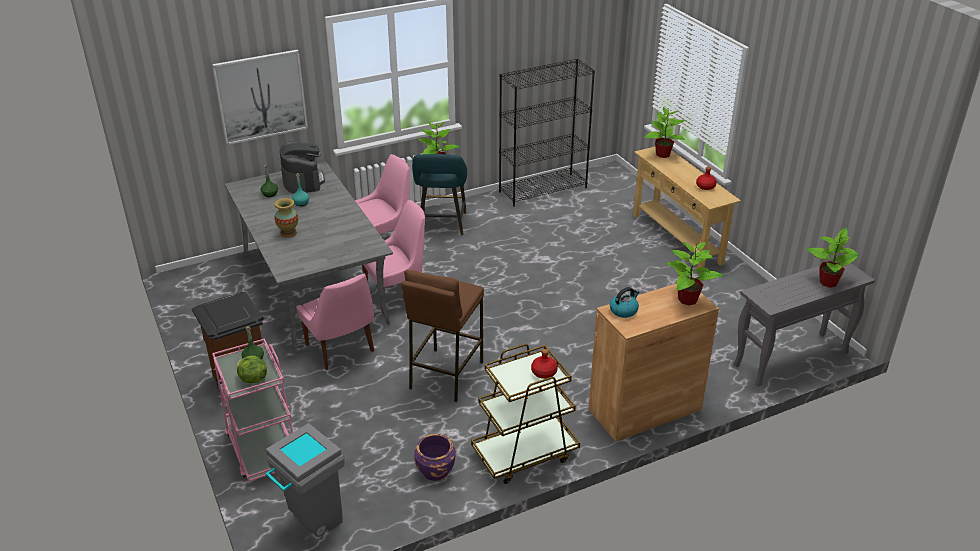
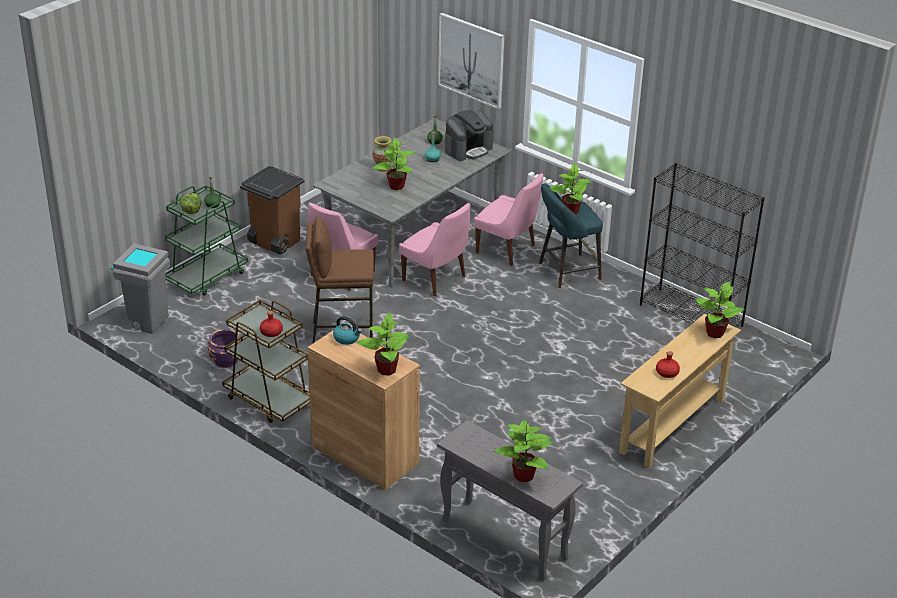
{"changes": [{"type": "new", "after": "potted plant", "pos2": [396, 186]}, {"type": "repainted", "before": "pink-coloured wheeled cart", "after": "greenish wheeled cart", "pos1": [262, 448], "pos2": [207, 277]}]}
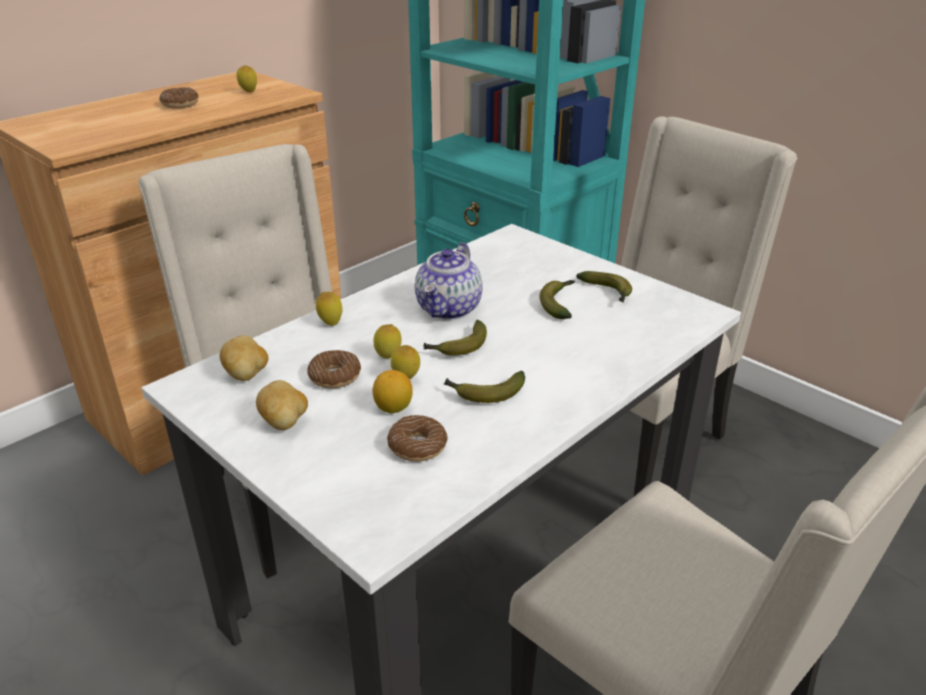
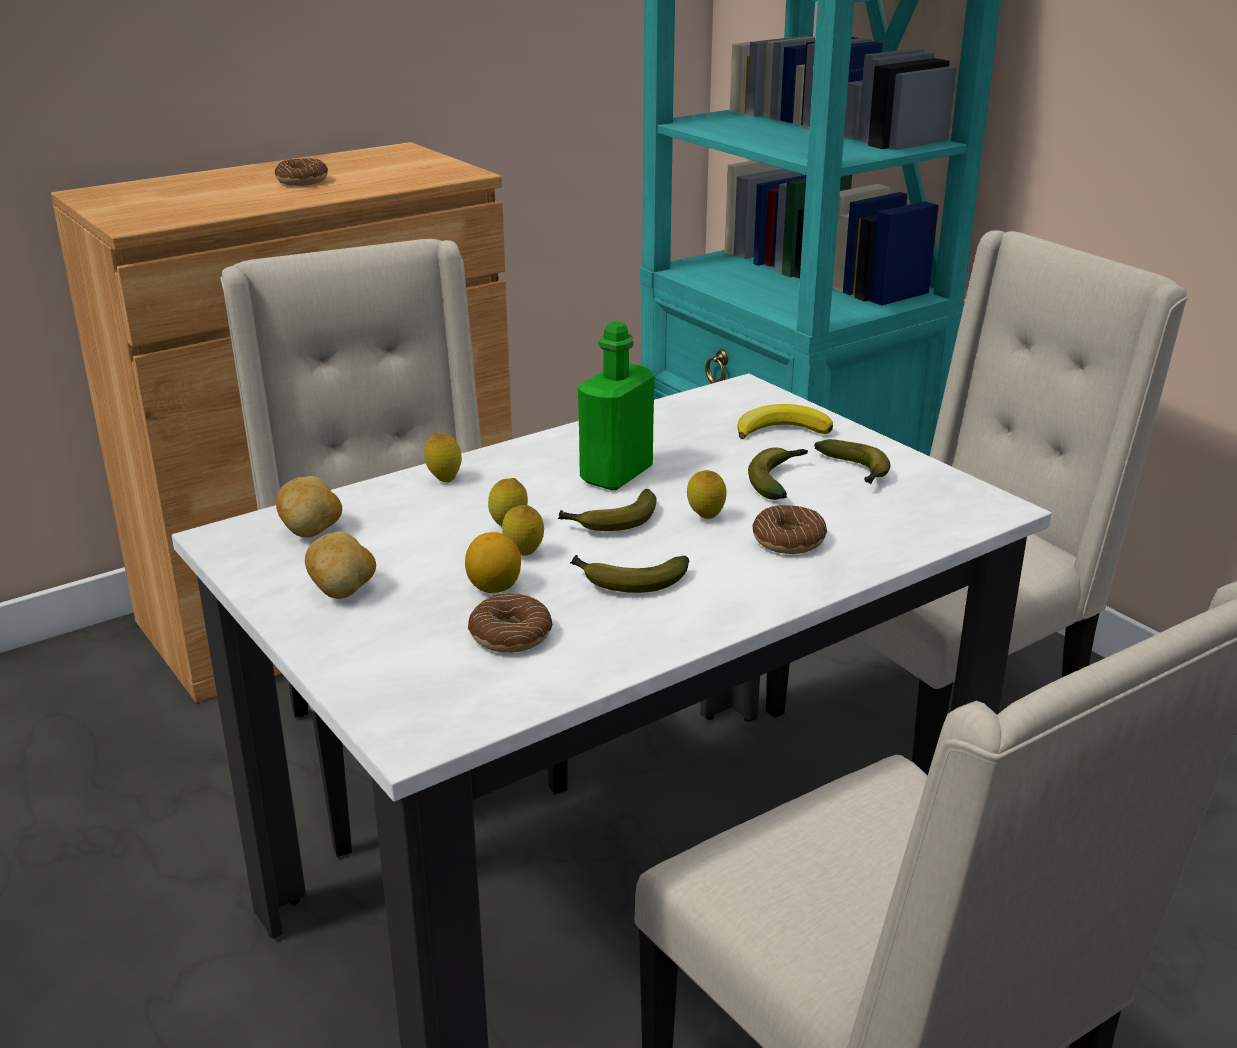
{"changes": [{"type": "new", "after": "banana fruit", "pos2": [782, 430]}, {"type": "shifted", "before": "citrus fruit", "pos1": [248, 92], "pos2": [705, 518]}, {"type": "shifted", "before": "donut", "pos1": [335, 376], "pos2": [788, 540]}, {"type": "swapped", "before": "pot for tea", "after": "greenish bottle", "pos1": [449, 309], "pos2": [616, 475]}]}
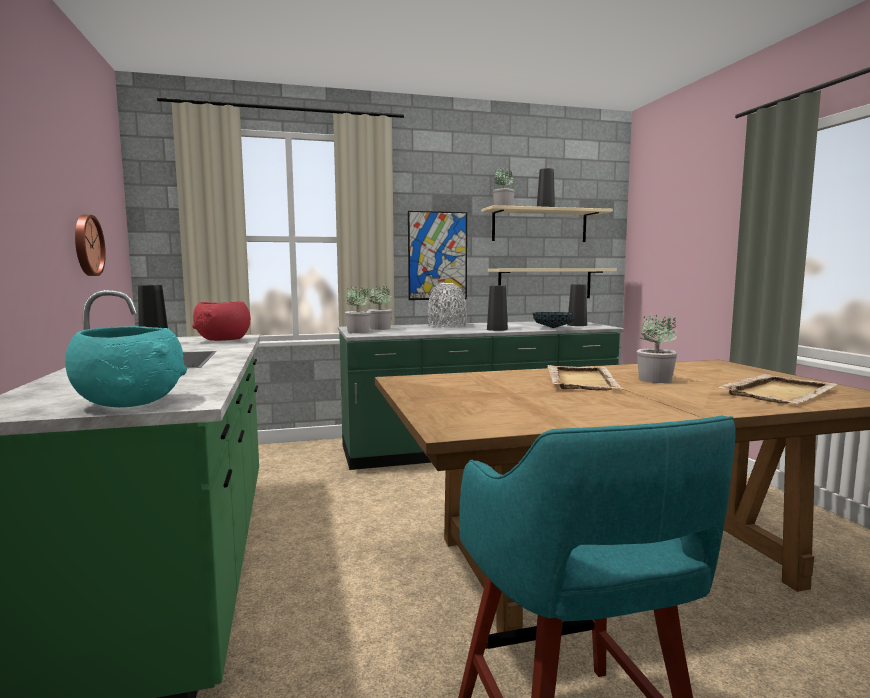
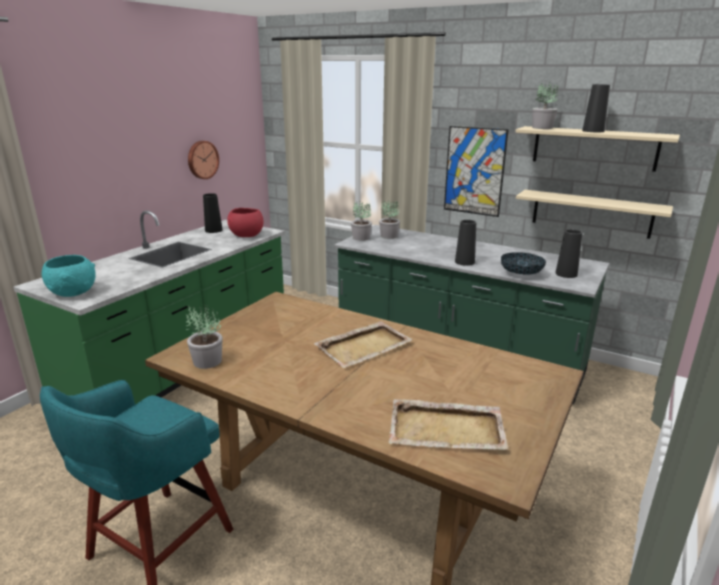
{"changes": [{"type": "gone", "before": "gray vase", "pos1": [447, 325]}, {"type": "shifted", "before": "potted plant", "pos1": [655, 380], "pos2": [206, 361]}]}
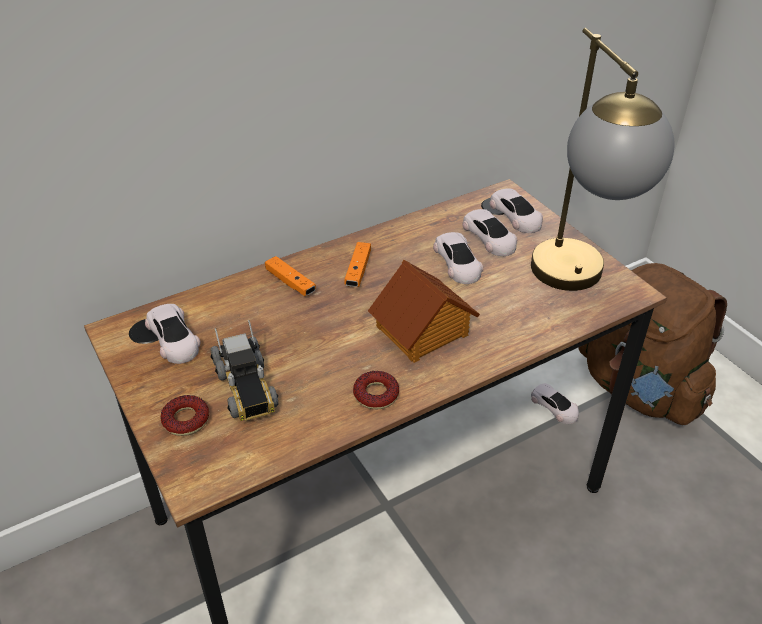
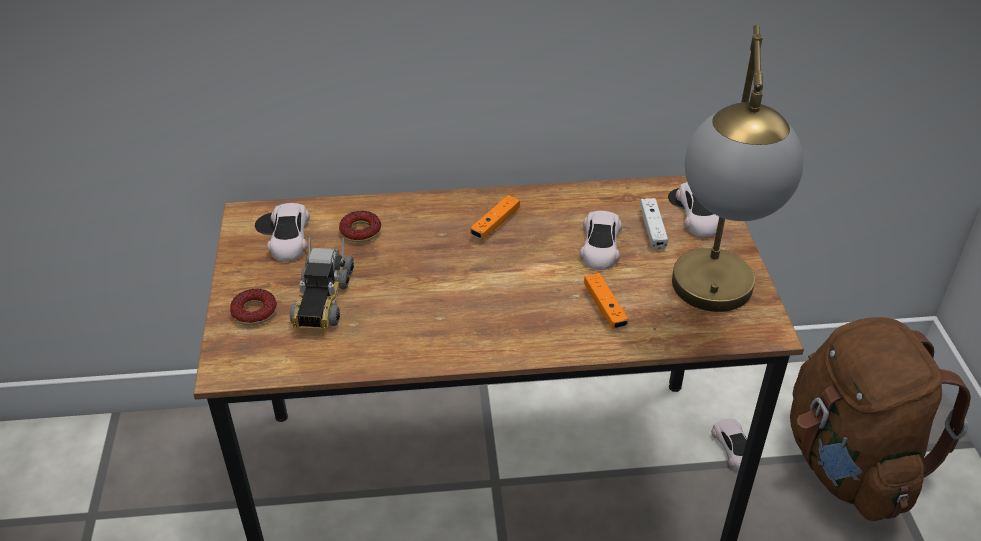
{"changes": [{"type": "gone", "before": "miniature house", "pos1": [422, 331]}, {"type": "shifted", "before": "orangey game controller", "pos1": [290, 282], "pos2": [604, 307]}, {"type": "shifted", "before": "donut", "pos1": [376, 394], "pos2": [360, 231]}, {"type": "swapped", "before": "white miniature car", "after": "white game controller", "pos1": [490, 237], "pos2": [652, 229]}]}
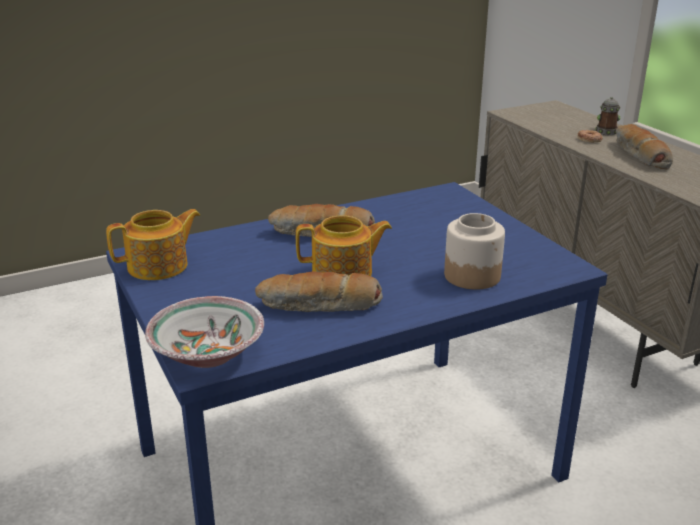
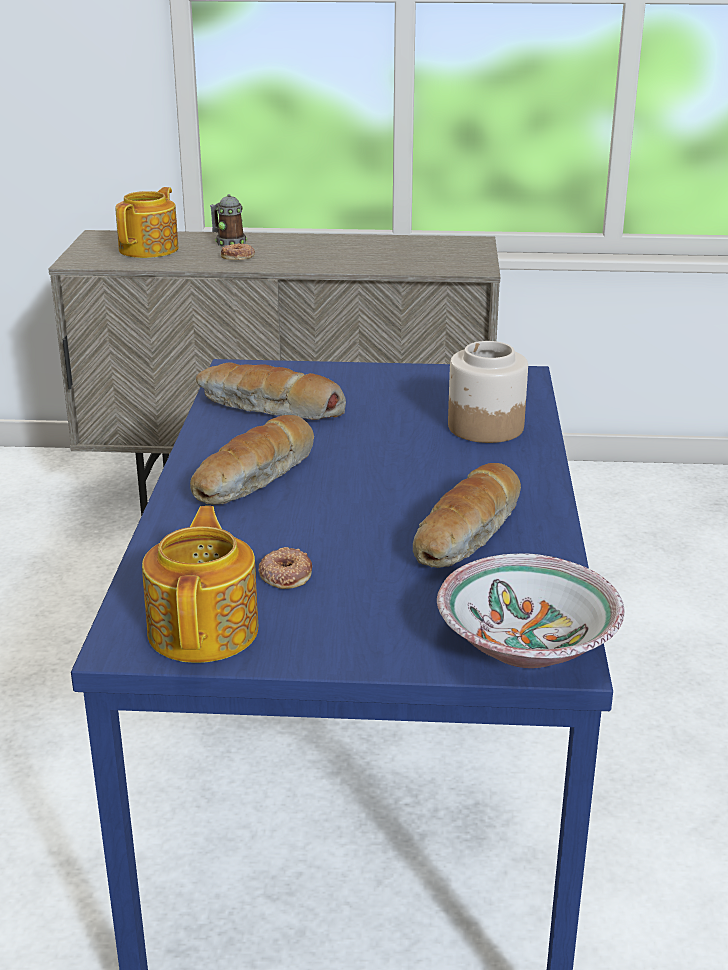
{"changes": [{"type": "new", "after": "donut", "pos2": [285, 574]}, {"type": "shifted", "before": "pot for tea", "pos1": [343, 273], "pos2": [150, 249]}, {"type": "shifted", "before": "bread", "pos1": [639, 155], "pos2": [269, 409]}]}
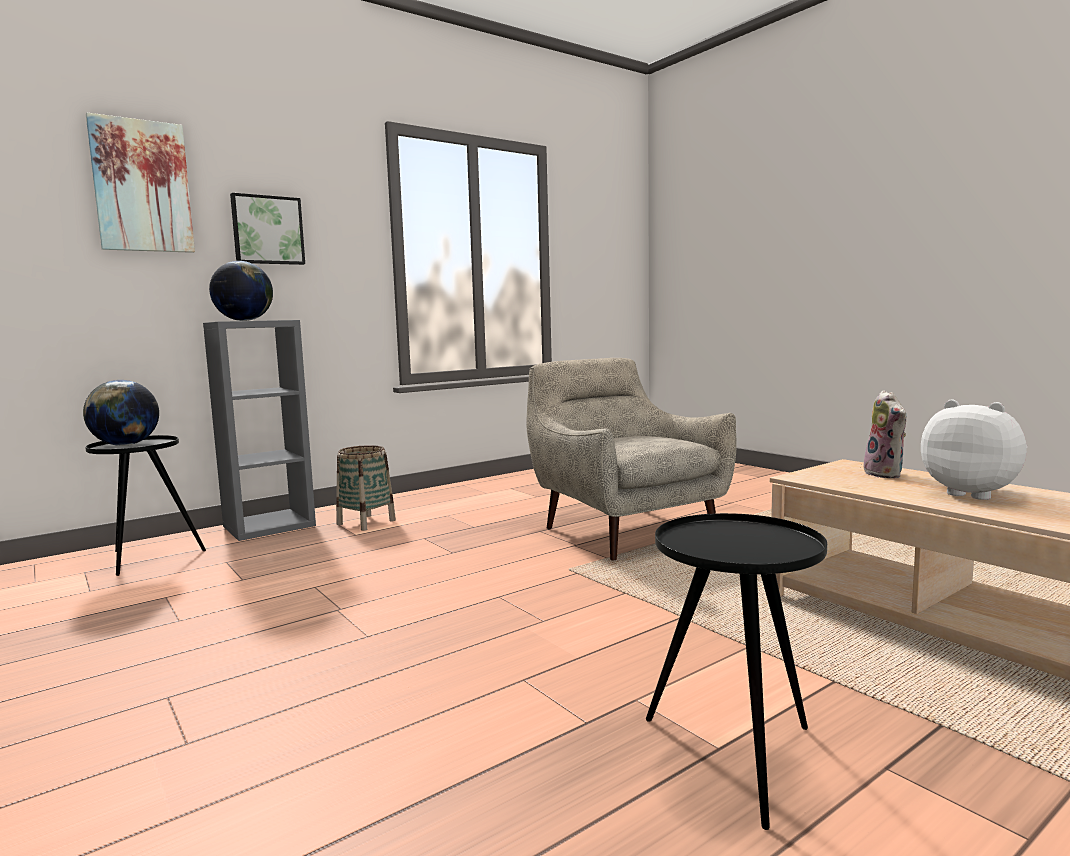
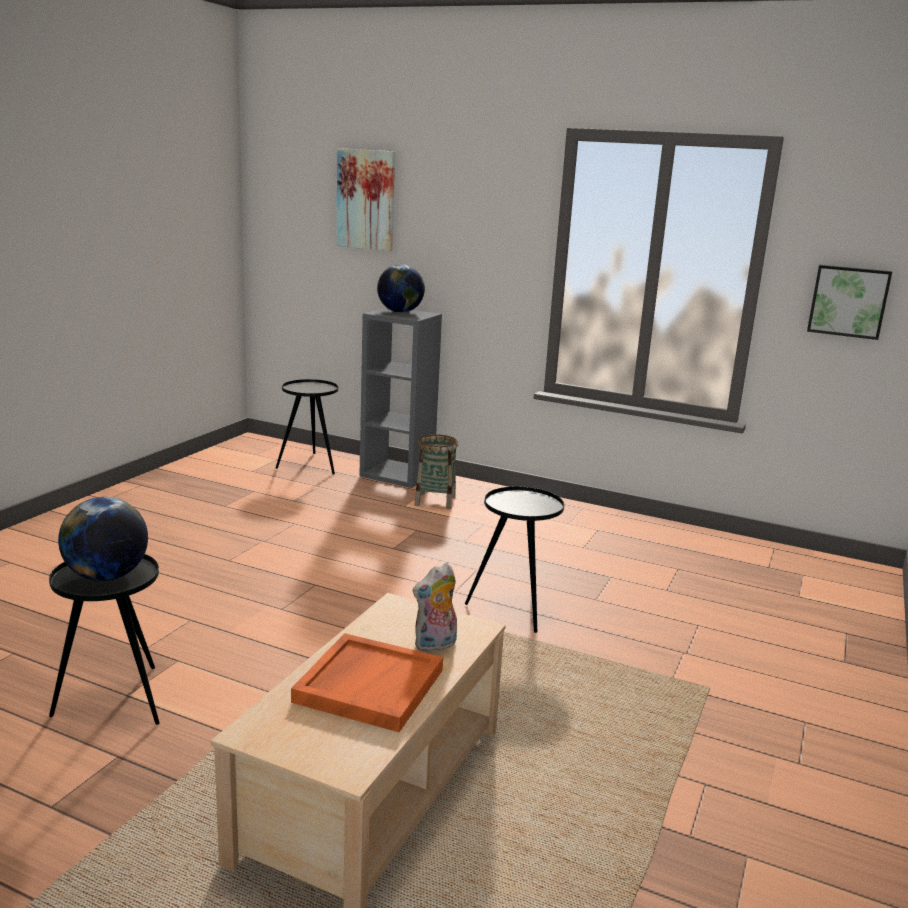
{"changes": [{"type": "shifted", "before": "desk globe", "pos1": [125, 445], "pos2": [106, 576]}, {"type": "shifted", "before": "wall art", "pos1": [267, 230], "pos2": [848, 301]}, {"type": "swapped", "before": "beige-coloured lounge chair", "after": "black end table", "pos1": [624, 530], "pos2": [515, 606]}, {"type": "swapped", "before": "cuddly toy", "after": "orangey serving tray", "pos1": [972, 493], "pos2": [369, 685]}]}
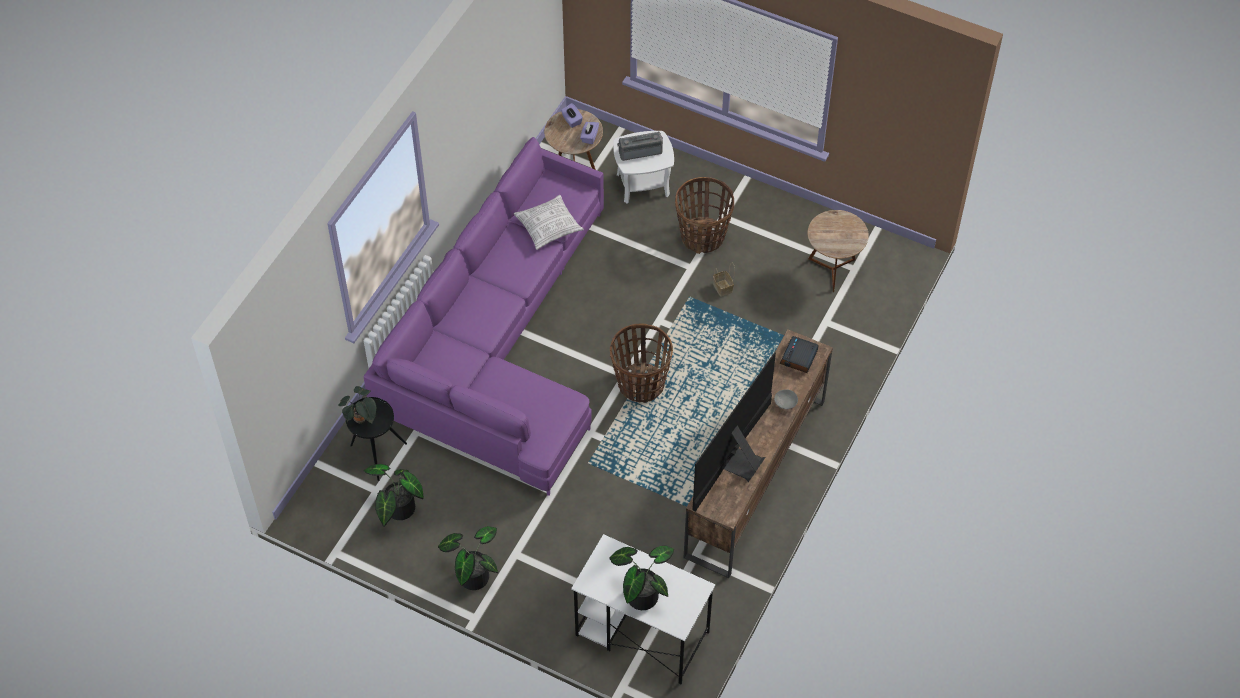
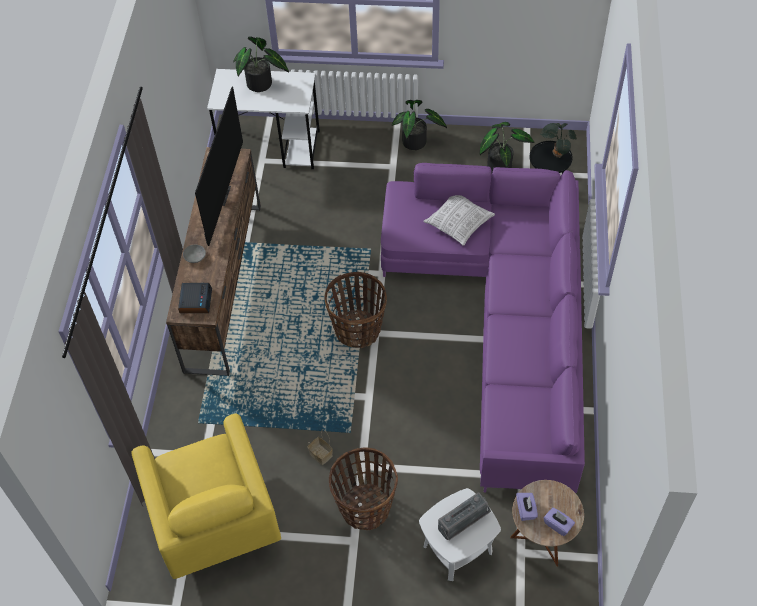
{"changes": [{"type": "shifted", "before": "cushion", "pos1": [548, 227], "pos2": [458, 223]}, {"type": "swapped", "before": "brownish end table", "after": "yellow-coloured lounge chair", "pos1": [832, 270], "pos2": [214, 518]}]}
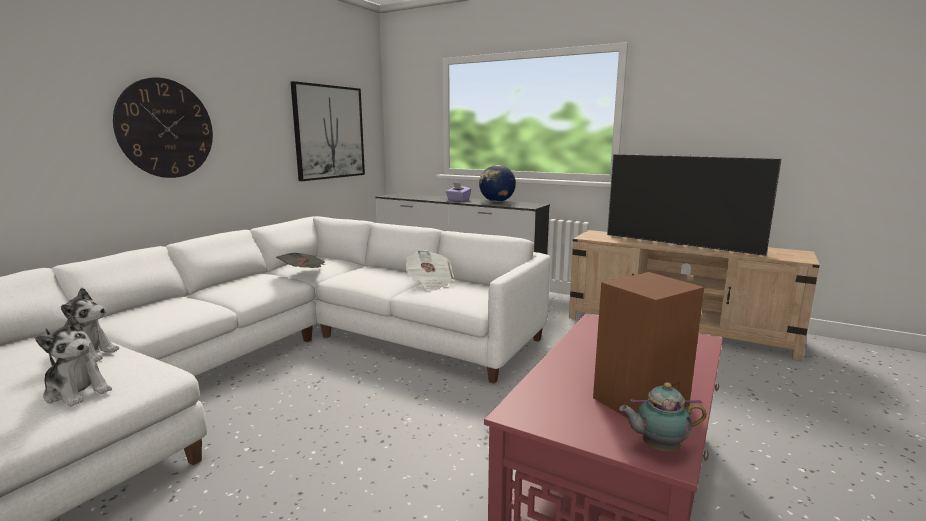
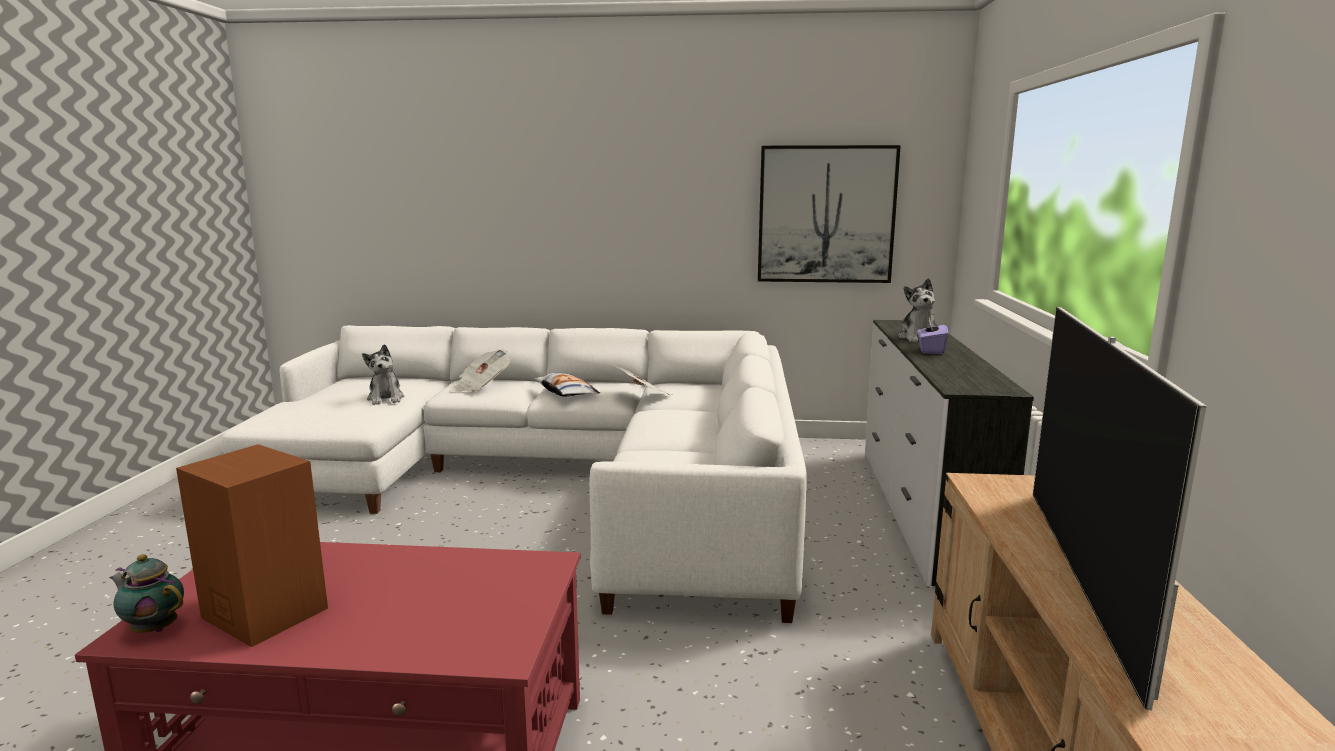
{"changes": [{"type": "gone", "before": "hanging clock", "pos1": [165, 128]}, {"type": "gone", "before": "desk globe", "pos1": [497, 201]}, {"type": "new", "after": "cushion", "pos2": [566, 392]}, {"type": "shifted", "before": "cuddly toy", "pos1": [77, 391], "pos2": [918, 338]}, {"type": "shifted", "before": "daily paper", "pos1": [430, 283], "pos2": [481, 386]}, {"type": "rotated", "before": "pot for tea", "pos1": [657, 448], "pos2": [153, 629], "turn": -45}]}
